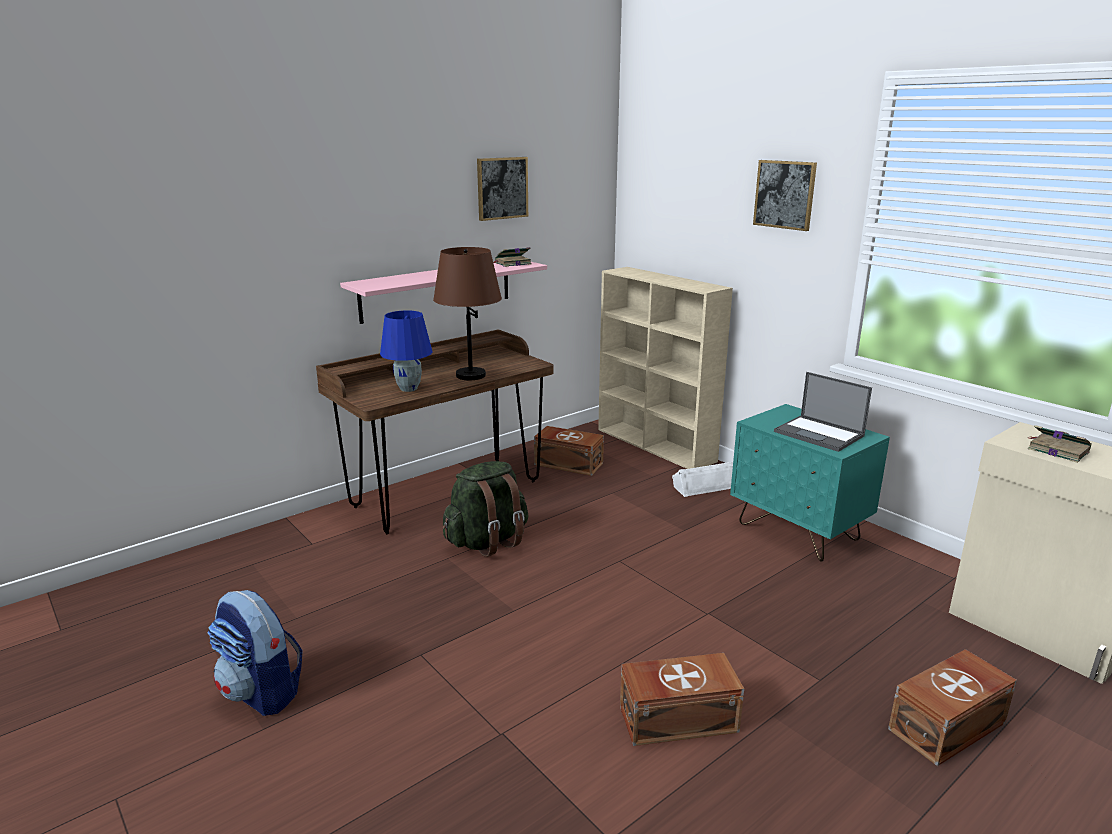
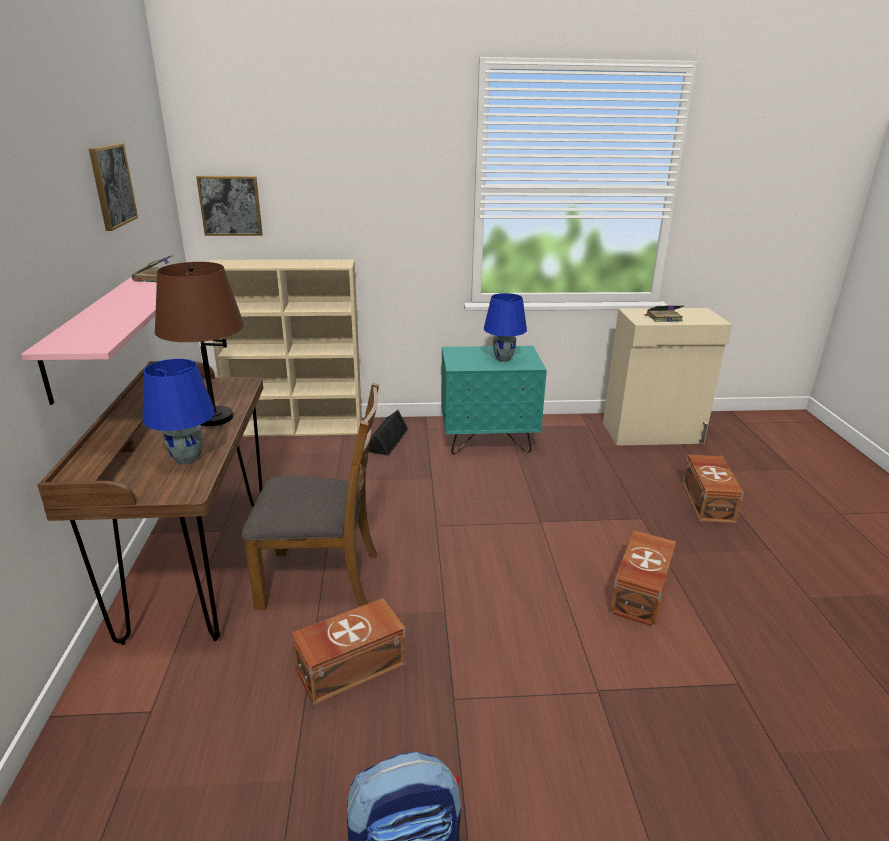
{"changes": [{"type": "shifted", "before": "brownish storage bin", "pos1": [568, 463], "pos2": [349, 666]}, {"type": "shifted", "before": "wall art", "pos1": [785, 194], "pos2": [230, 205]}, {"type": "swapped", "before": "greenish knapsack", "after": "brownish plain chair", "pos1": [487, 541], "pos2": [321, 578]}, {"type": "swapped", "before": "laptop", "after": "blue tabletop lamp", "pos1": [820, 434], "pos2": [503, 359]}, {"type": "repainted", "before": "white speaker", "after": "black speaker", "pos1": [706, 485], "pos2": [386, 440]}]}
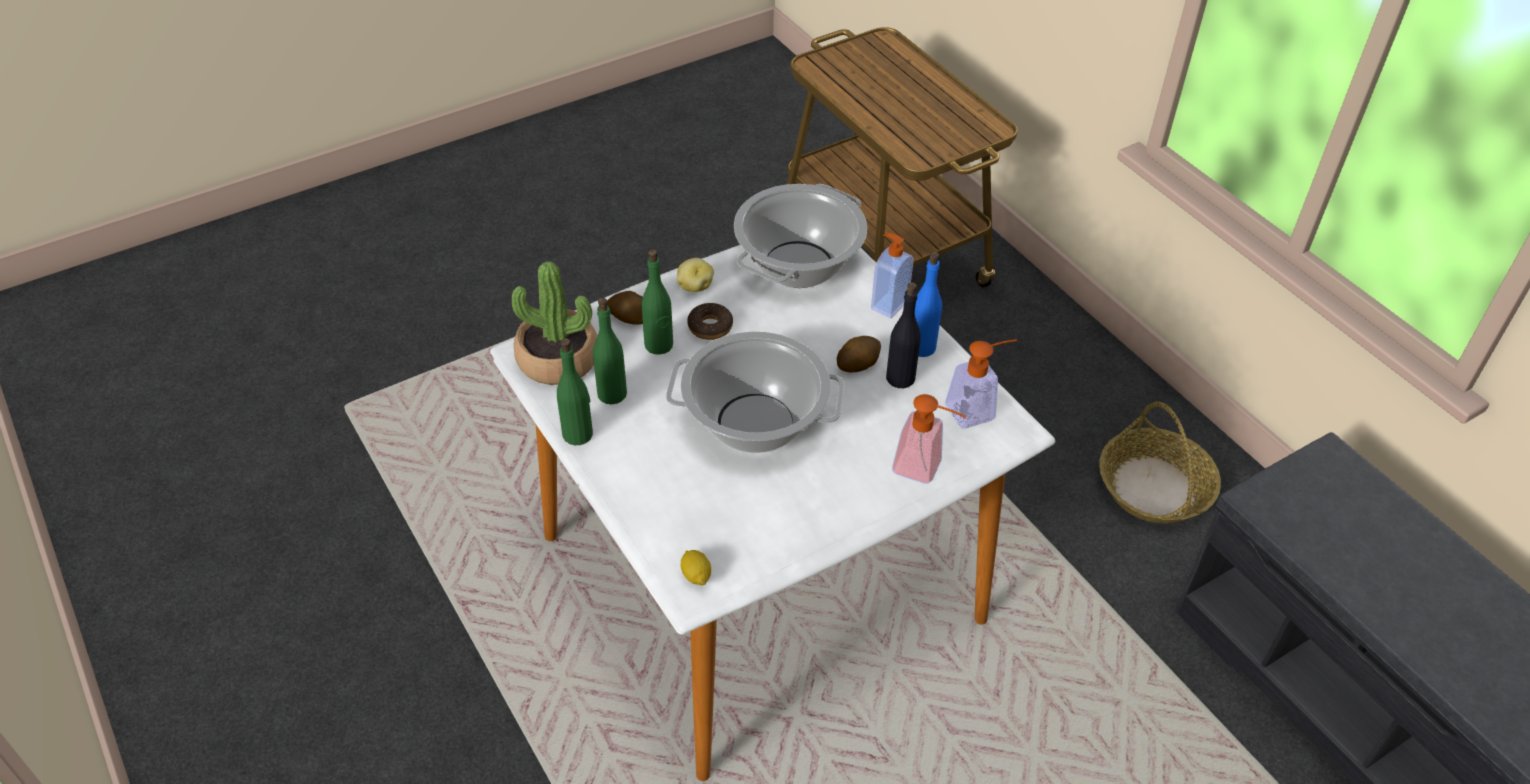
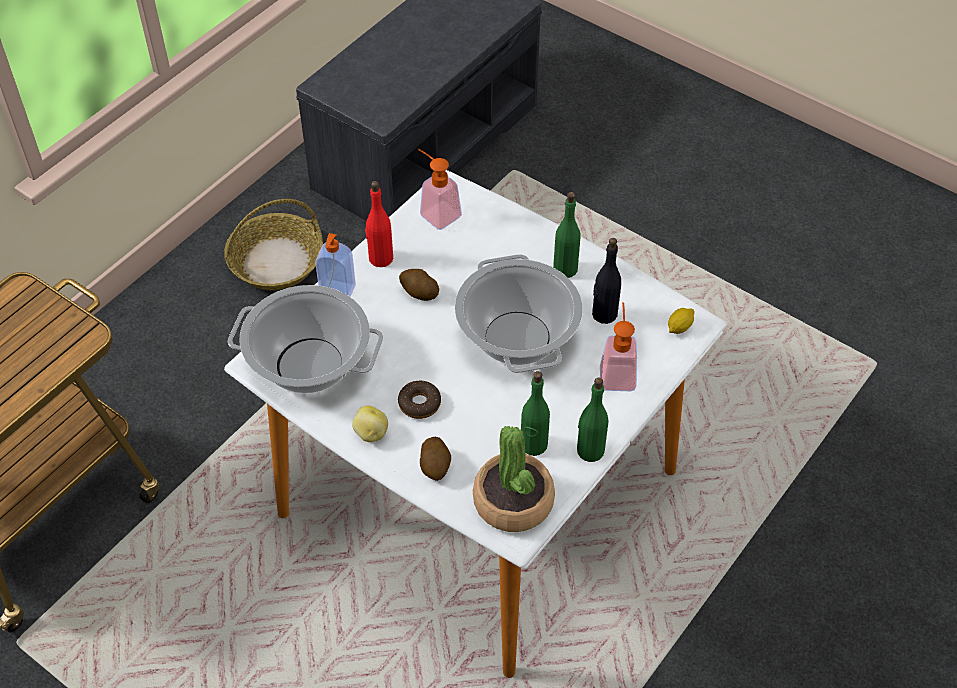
{"changes": [{"type": "shifted", "before": "greenish bottle", "pos1": [659, 345], "pos2": [565, 269]}, {"type": "shifted", "before": "black bottle", "pos1": [900, 378], "pos2": [604, 314]}, {"type": "shifted", "before": "liquid soap bottle", "pos1": [925, 469], "pos2": [617, 372]}, {"type": "repainted", "before": "blue bottle", "after": "reddish bottle", "pos1": [922, 347], "pos2": [380, 258]}]}
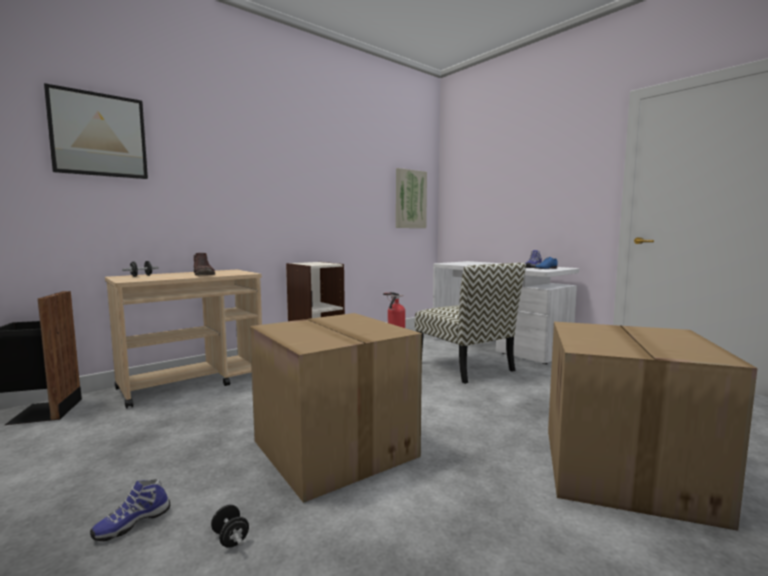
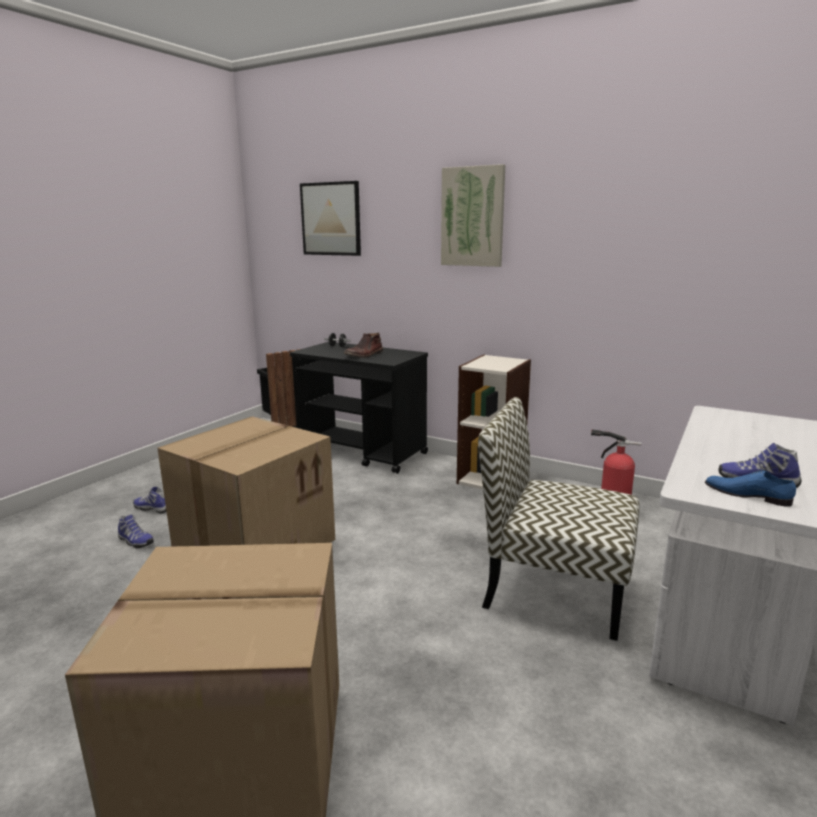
{"changes": [{"type": "shifted", "before": "wall art", "pos1": [410, 199], "pos2": [472, 217]}, {"type": "swapped", "before": "black dumbbell", "after": "item of footwear", "pos1": [230, 538], "pos2": [134, 541]}, {"type": "repainted", "before": "beige-coloured wheeled cart", "after": "black wheeled cart", "pos1": [193, 383], "pos2": [363, 452]}, {"type": "rotated", "before": "plain chair", "pos1": [465, 367], "pos2": [553, 590], "turn": 75}]}
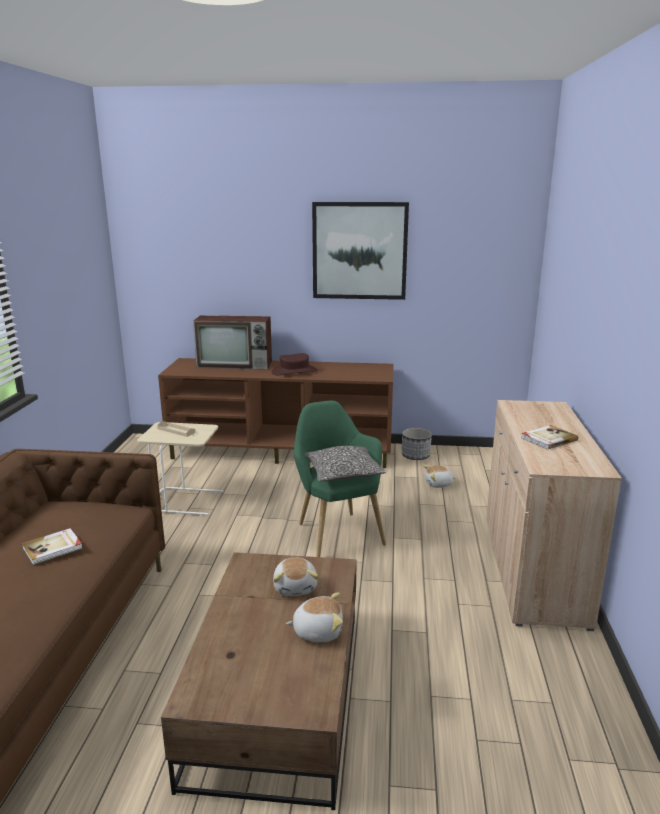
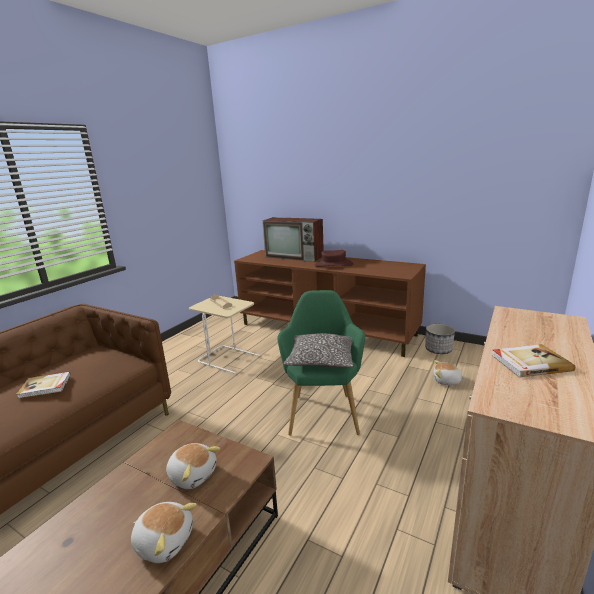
{"changes": [{"type": "gone", "before": "wall art", "pos1": [359, 251]}, {"type": "rotated", "before": "cuddly toy", "pos1": [296, 587], "pos2": [193, 474], "turn": -75}]}
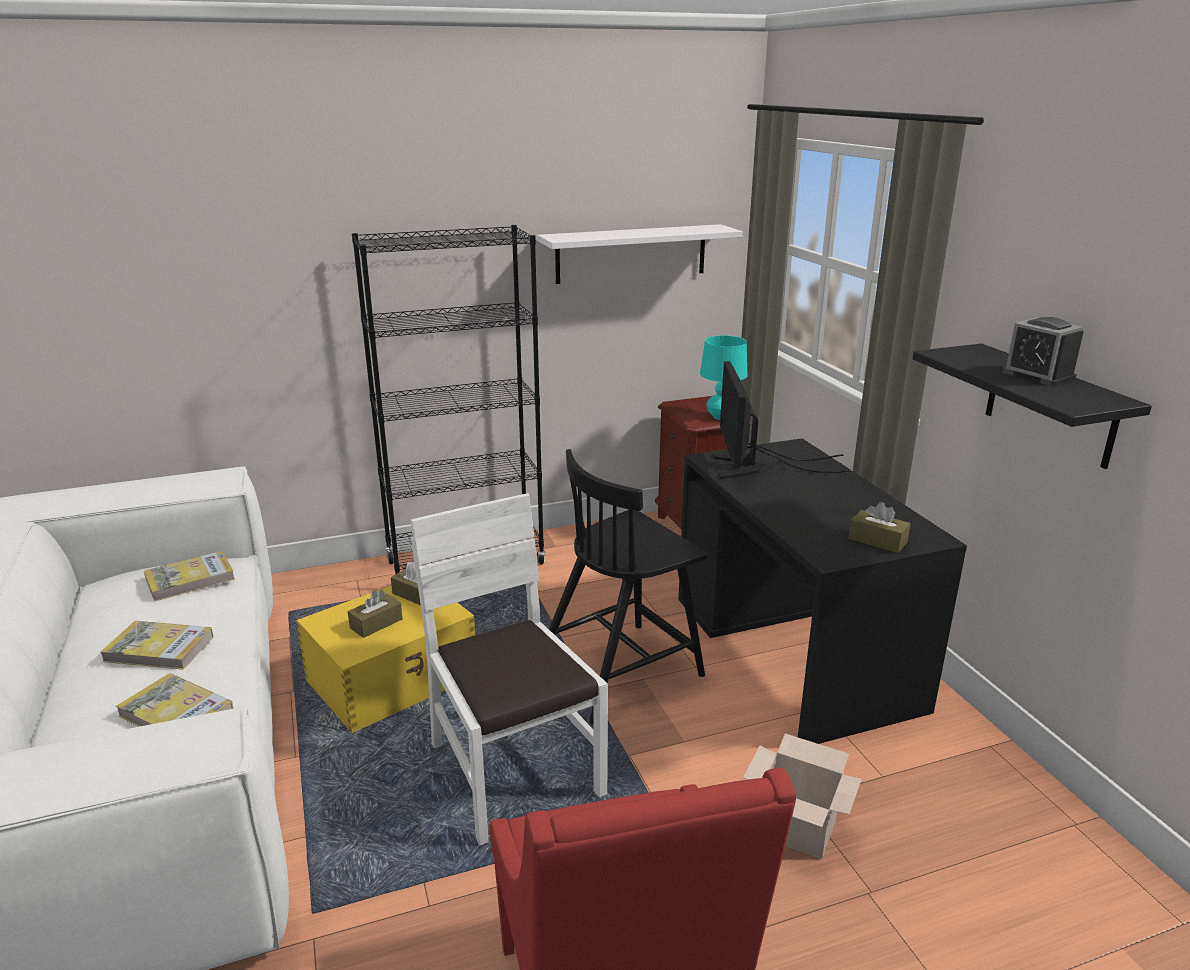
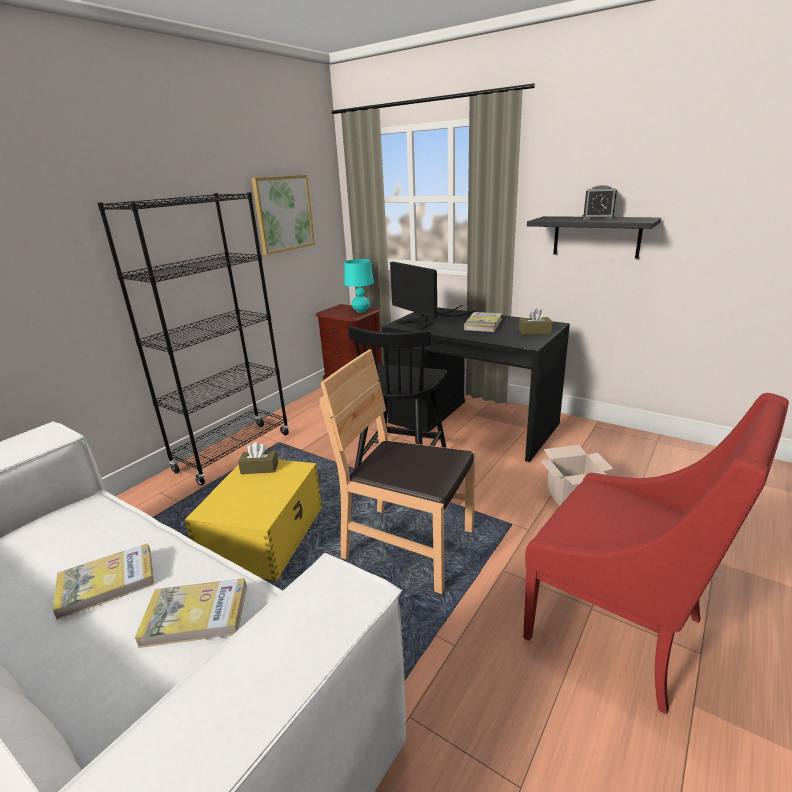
{"changes": [{"type": "gone", "before": "brownish tissue holder", "pos1": [376, 624]}, {"type": "shifted", "before": "volume", "pos1": [190, 579], "pos2": [483, 324]}, {"type": "swapped", "before": "white shelf", "after": "wall art", "pos1": [631, 253], "pos2": [283, 213]}, {"type": "repainted", "before": "white plain chair", "after": "brownish plain chair", "pos1": [513, 771], "pos2": [408, 545]}]}
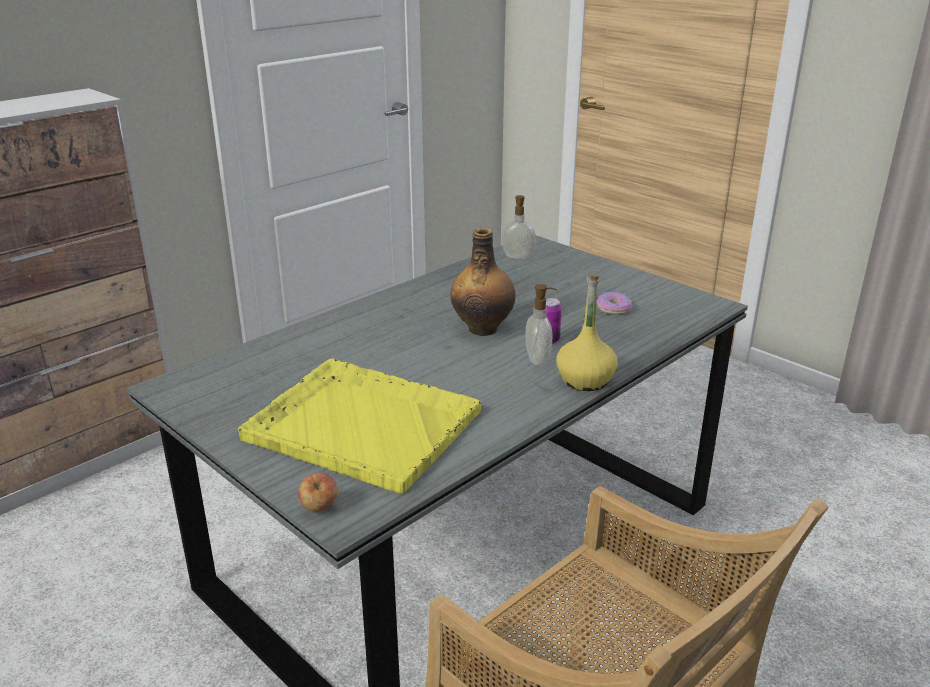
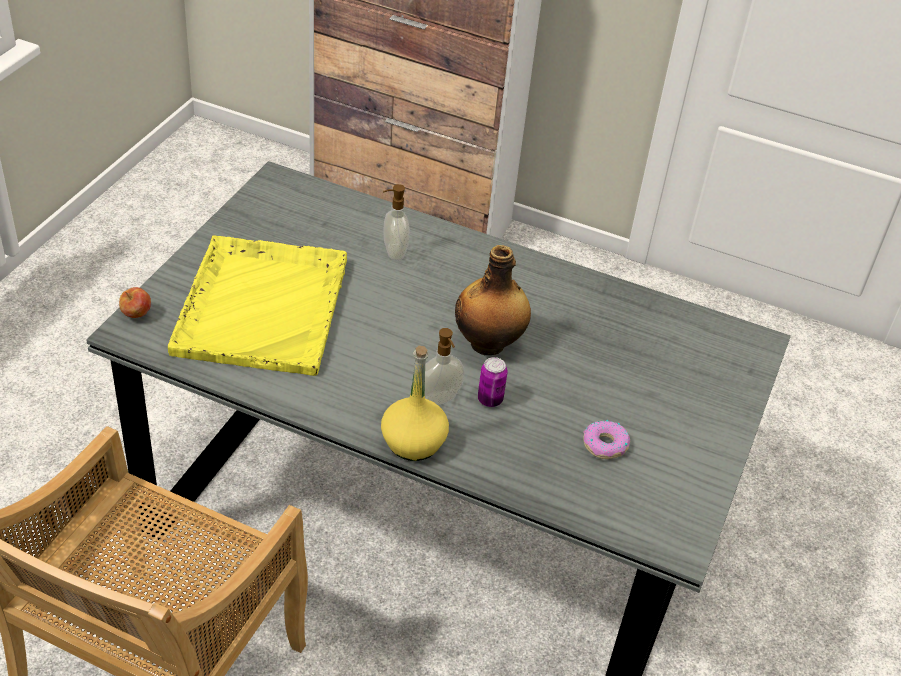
{"changes": [{"type": "shifted", "before": "liquid soap bottle", "pos1": [517, 257], "pos2": [393, 252]}]}
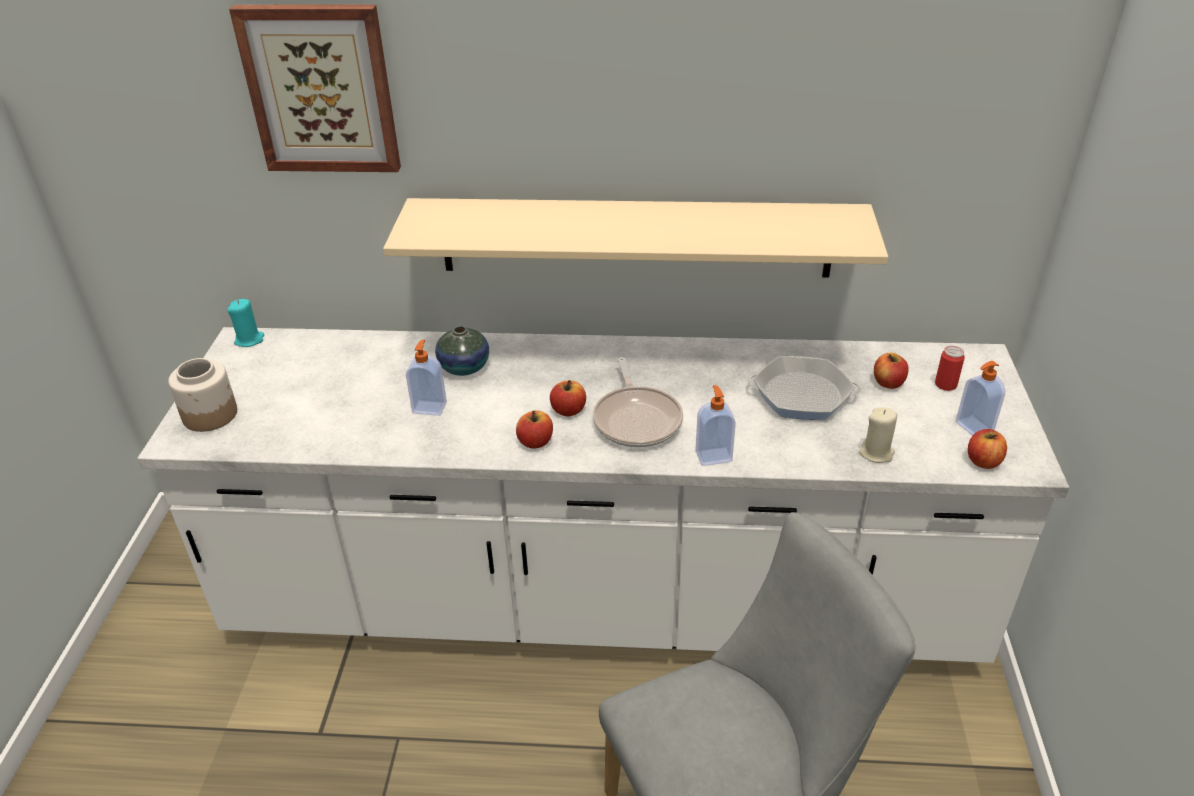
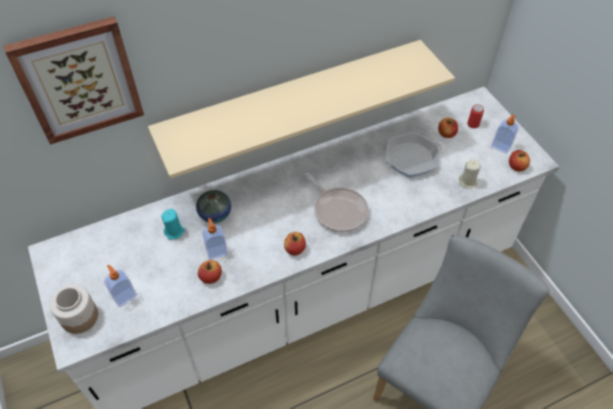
{"changes": [{"type": "shifted", "before": "turquoise-coloured wax candle", "pos1": [249, 340], "pos2": [174, 231]}, {"type": "shifted", "before": "apple", "pos1": [568, 410], "pos2": [211, 277]}, {"type": "shifted", "before": "liquid soap bottle", "pos1": [713, 456], "pos2": [124, 296]}]}
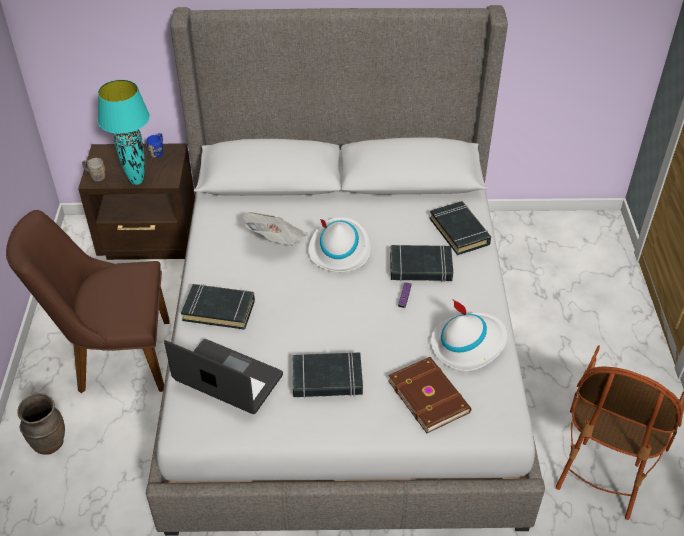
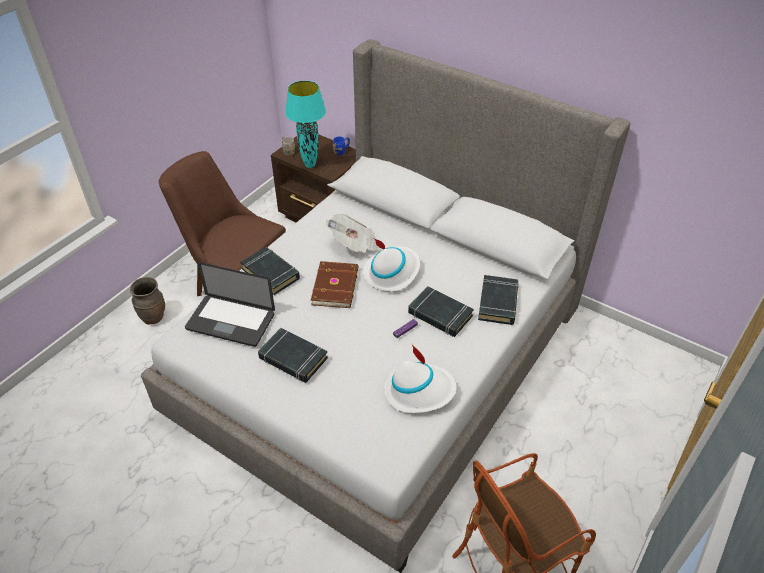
{"changes": [{"type": "shifted", "before": "brownish volume", "pos1": [429, 395], "pos2": [336, 286]}, {"type": "rotated", "before": "laptop", "pos1": [228, 378], "pos2": [230, 321], "turn": 135}]}
